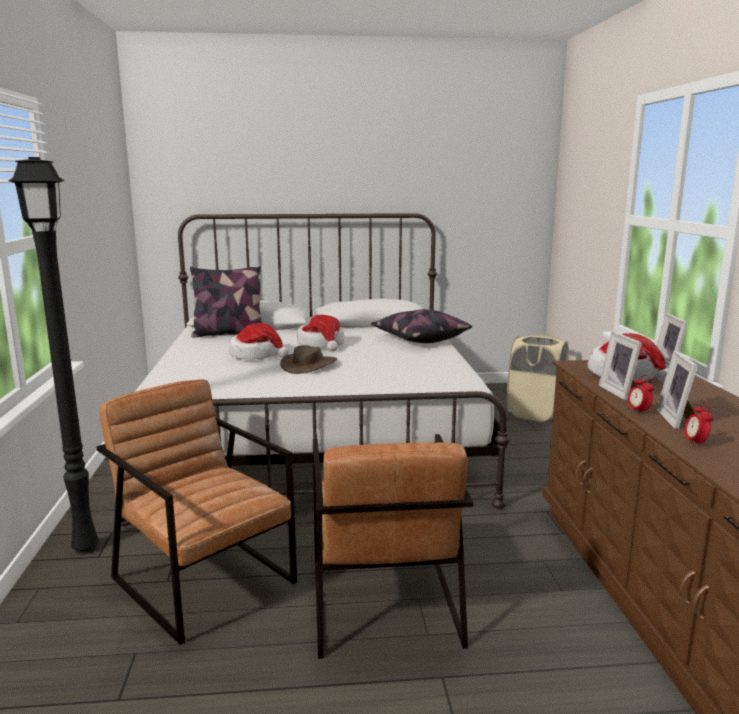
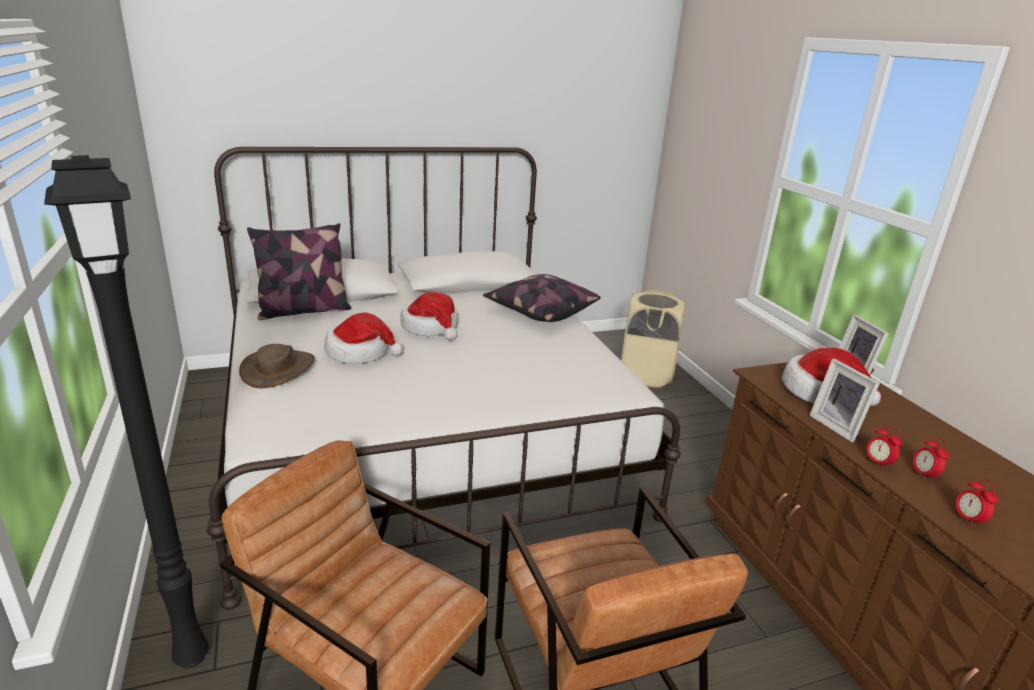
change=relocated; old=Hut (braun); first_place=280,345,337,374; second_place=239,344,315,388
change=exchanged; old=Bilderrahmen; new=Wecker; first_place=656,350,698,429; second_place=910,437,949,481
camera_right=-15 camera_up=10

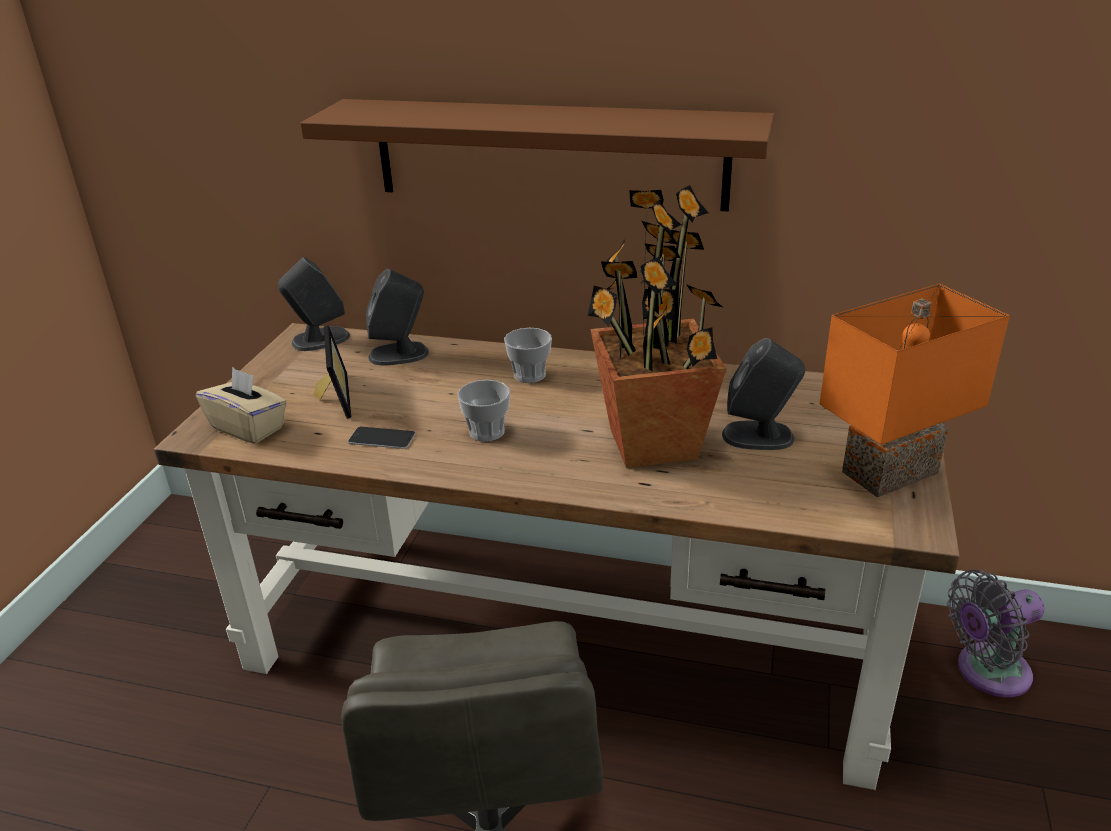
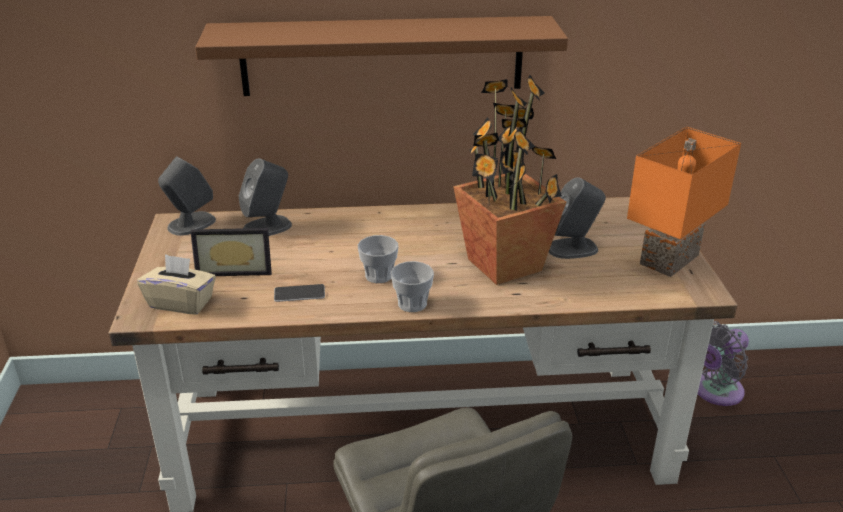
change=spun; old=Bilderrahmen; first_place=314,325,351,419; second_place=190,228,272,276; degrees=120
change=relocated; old=Tasse; first_place=504,328,552,383; second_place=391,261,434,312
camera_right=-20 camera_up=0

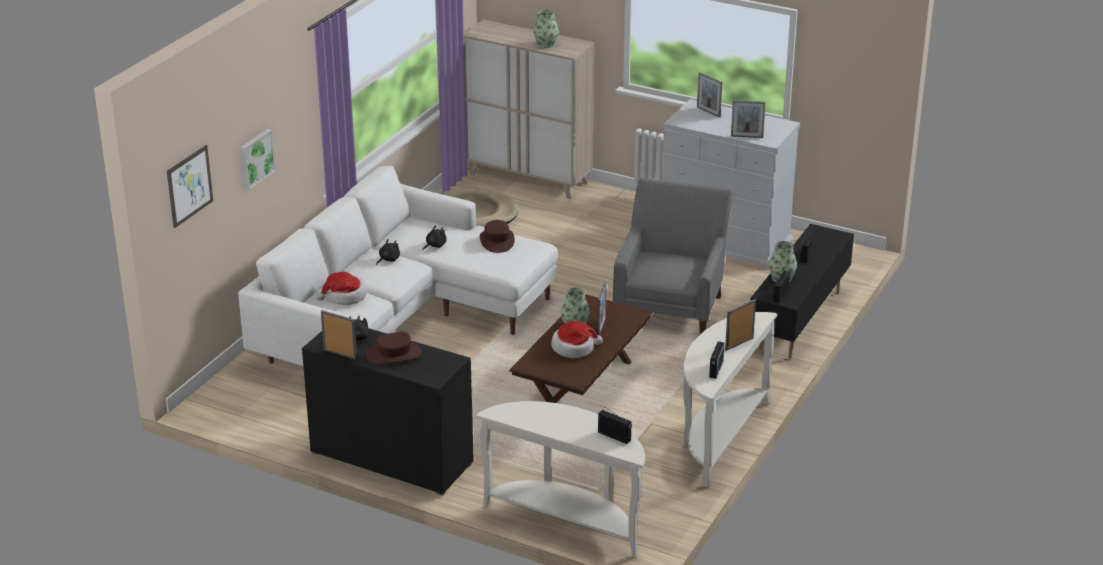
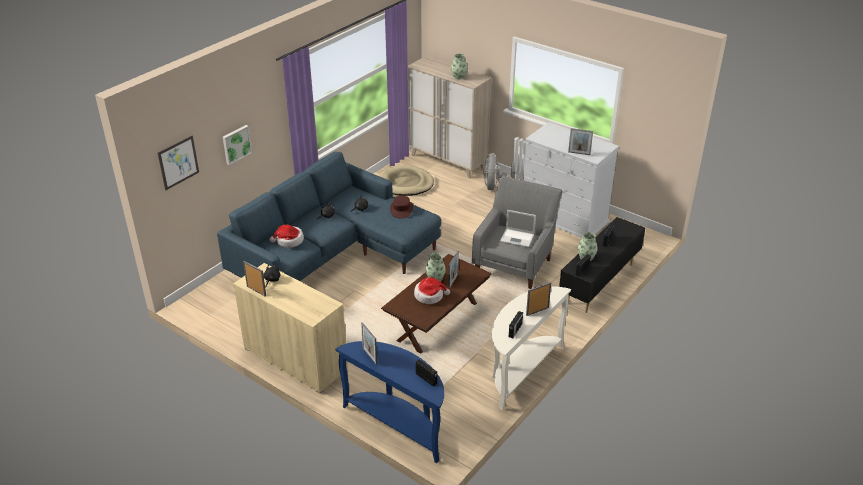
change=colour; old=Sofa (weiß); new=Sofa (blau); first_place=238,166,558,366; second_place=217,152,441,281
change=colour; old=Schrank (schwarz); new=Schrank (beige); first_place=302,328,474,496; second_place=233,263,348,394
change=missing; old=Hut (braun); first_place=367,332,422,364
change=colour; old=Konsolentisch (weiß); new=Konsolentisch (blau); first_place=476,401,645,558; second_place=336,341,444,463
change=relocated; old=Bilderrahmen; first_place=697,72,722,117; second_place=361,322,377,365
change=appeared; new=Ventilator (grau); second_place=483,153,515,190
change=appeared; new=Laptop; second_place=500,210,536,247
camera_right=10 camera_up=5

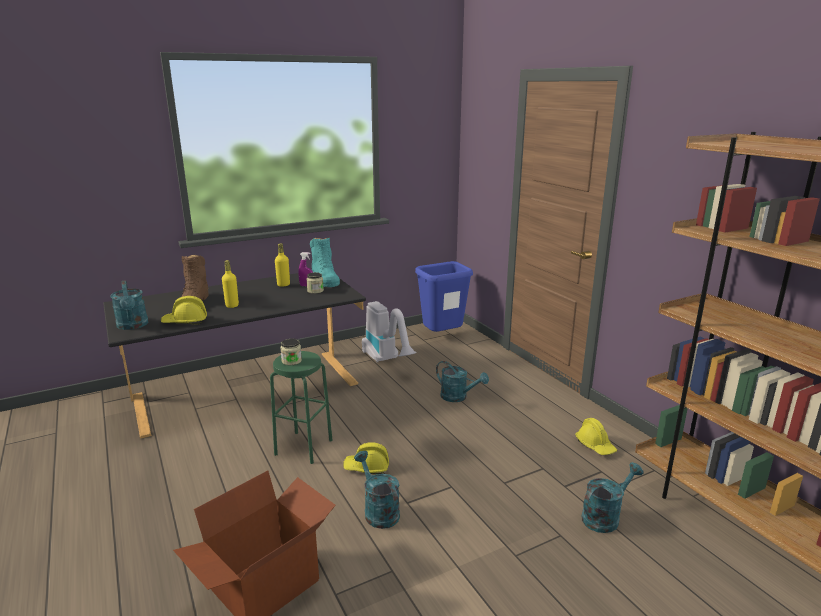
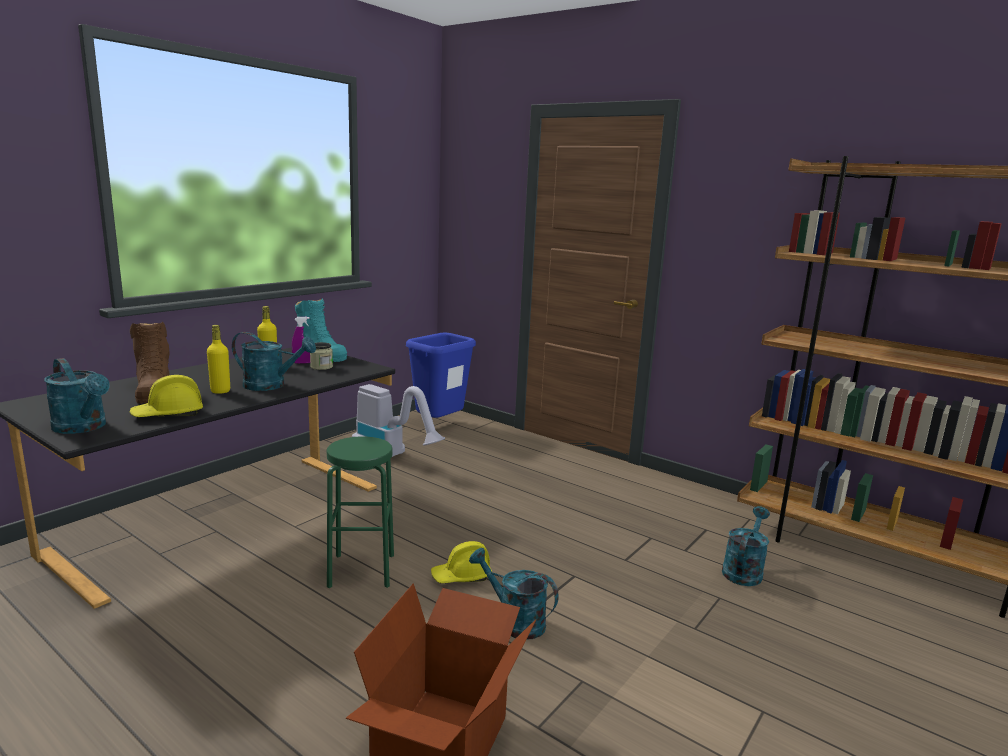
change=missing; old=Vorratsglas; first_place=280,338,302,365
change=relocated; old=Gießkanne (türkis); first_place=436,361,489,402; second_place=232,332,316,391
change=missing; old=Schutzhelm (gelb); first_place=575,418,617,455
camera_right=-25 camera_up=-5

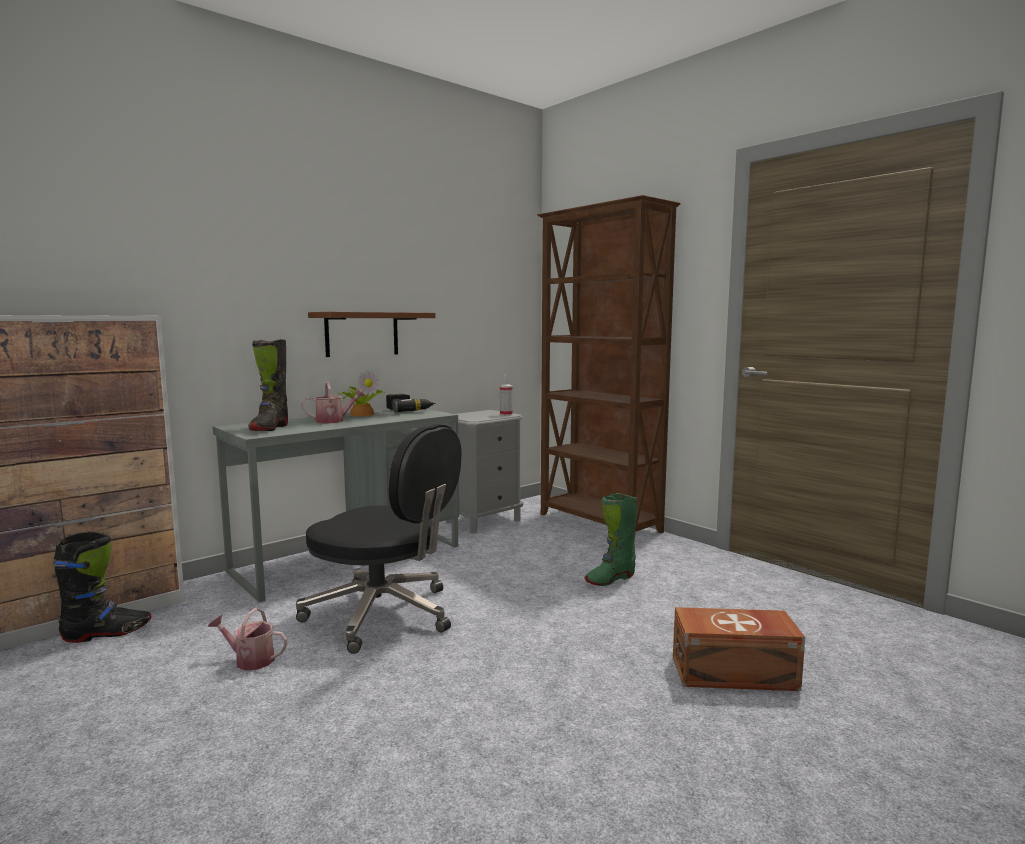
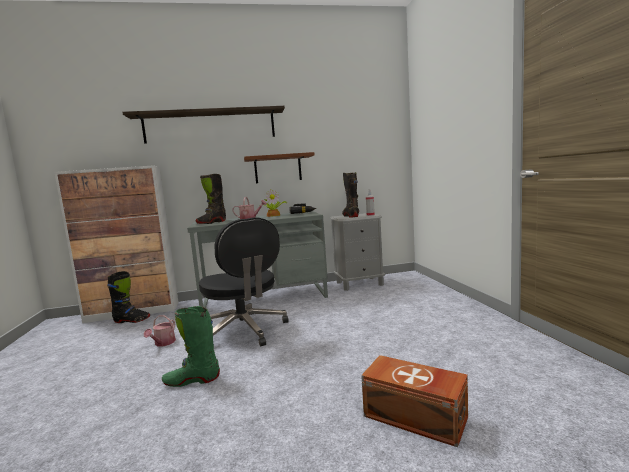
change=spun; old=Gießkanne; first_place=208,608,287,670; second_place=144,315,176,347; degrees=-120
change=missing; old=Bücherregal (braun); first_place=537,195,681,533
change=relocated; old=Stiefel (grün); first_place=585,493,637,586; second_place=162,306,220,387
change=appeared; new=Wandregal; second_place=122,106,285,144
change=appeared; new=Stiefel (schwarz); second_place=342,172,359,218
camera_right=30 camera_up=0

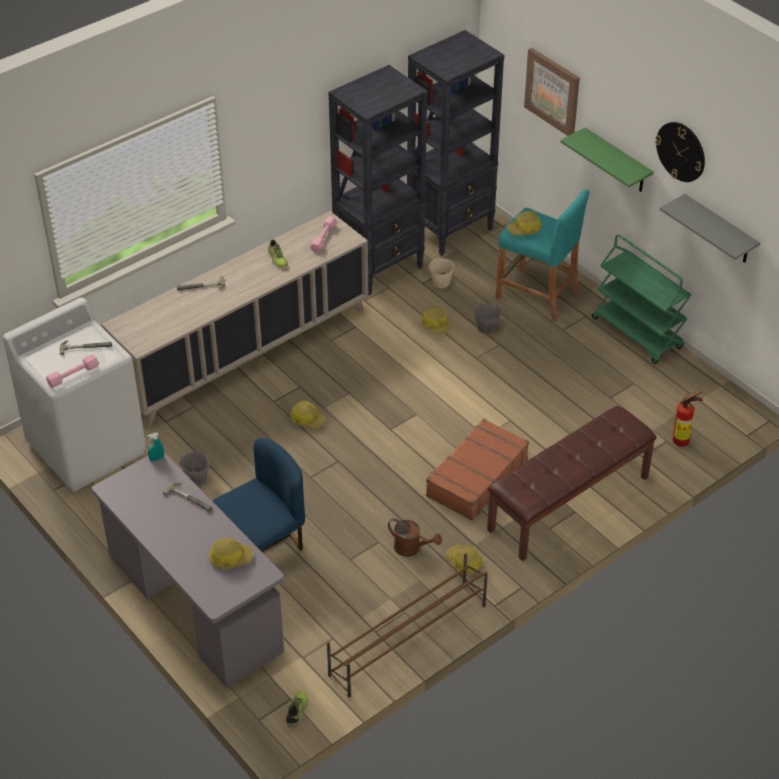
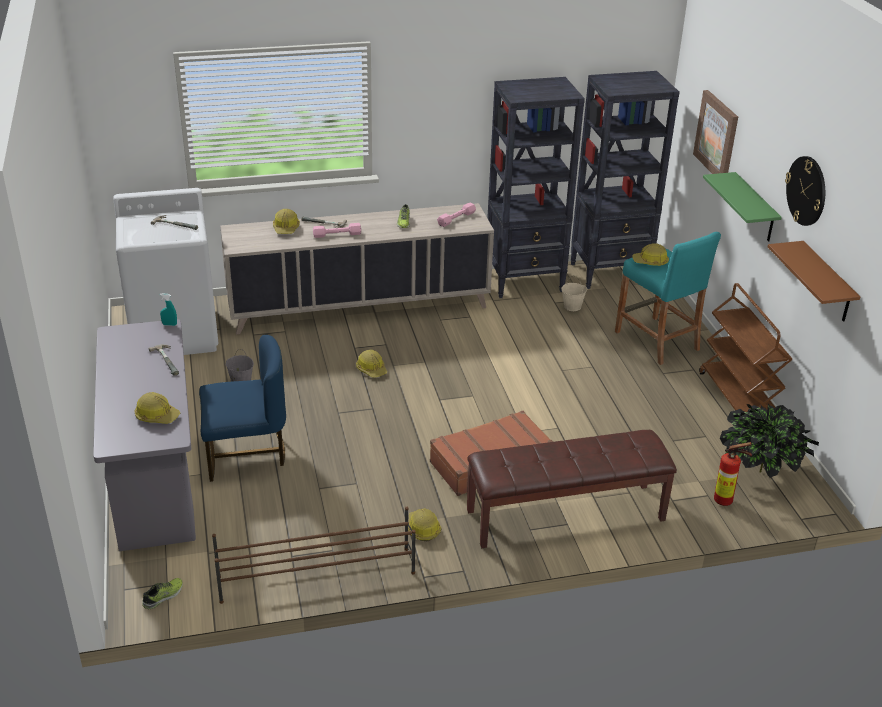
change=relocated; old=Hantel (rosa); first_place=46,354,99,388; second_place=313,223,361,238
change=missing; old=Gießkanne (braun); first_place=388,518,442,557
change=relocated; old=Schutzhelm; first_place=421,306,451,335; second_place=273,209,300,234
change=missing; old=Eimer (grau); first_place=474,299,501,334
change=colour; old=Rollwagen (grün); new=Rollwagen (braun); first_place=592,234,691,364; second_place=699,283,792,412
change=colour; old=Wandregal (grau); new=Wandregal (braun); first_place=660,194,760,263; second_place=768,241,860,322
change=appeared; new=Topfpflanze; second_place=720,403,819,478
camera_right=25 camera_up=-10

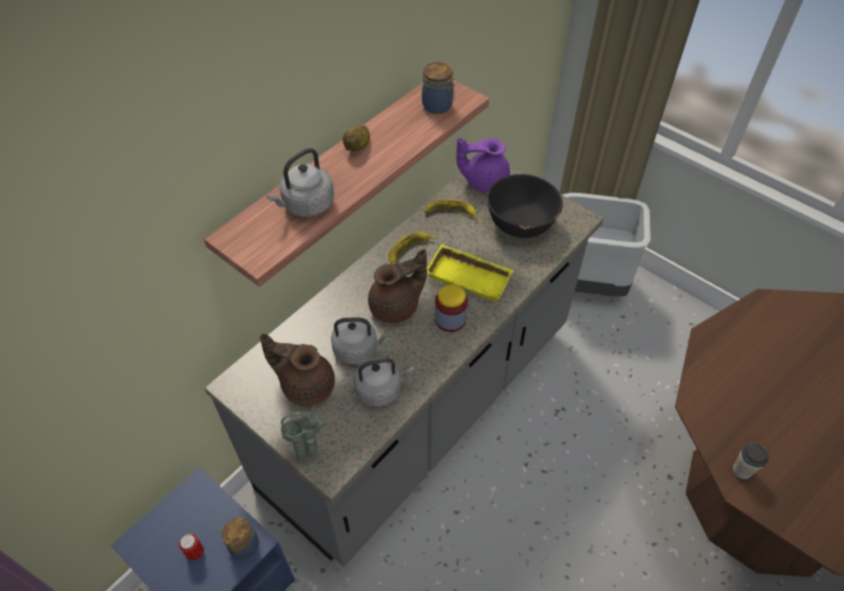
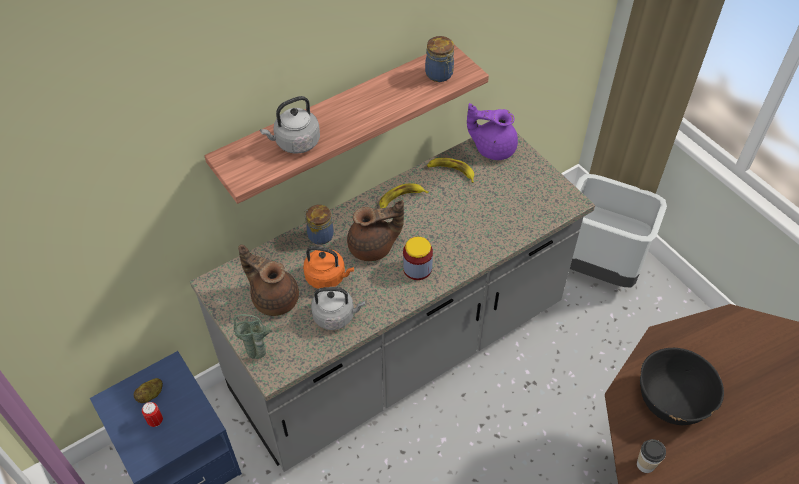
change=relocated; old=Vorratsglas; first_place=219,518,259,559; second_place=304,205,334,245
change=colour; old=Wasserkessel (grau); new=Wasserkessel (orange); first_place=331,318,390,364; second_place=303,246,354,289
change=relocated; old=Kartoffel; first_place=343,125,370,151; second_place=134,378,163,403
change=missing; old=Tablett (gelb); first_place=427,244,514,302
change=relocated; old=Schüssel (schwarz); first_place=487,174,563,238; second_place=640,348,724,425
camera_right=15 camera_up=0

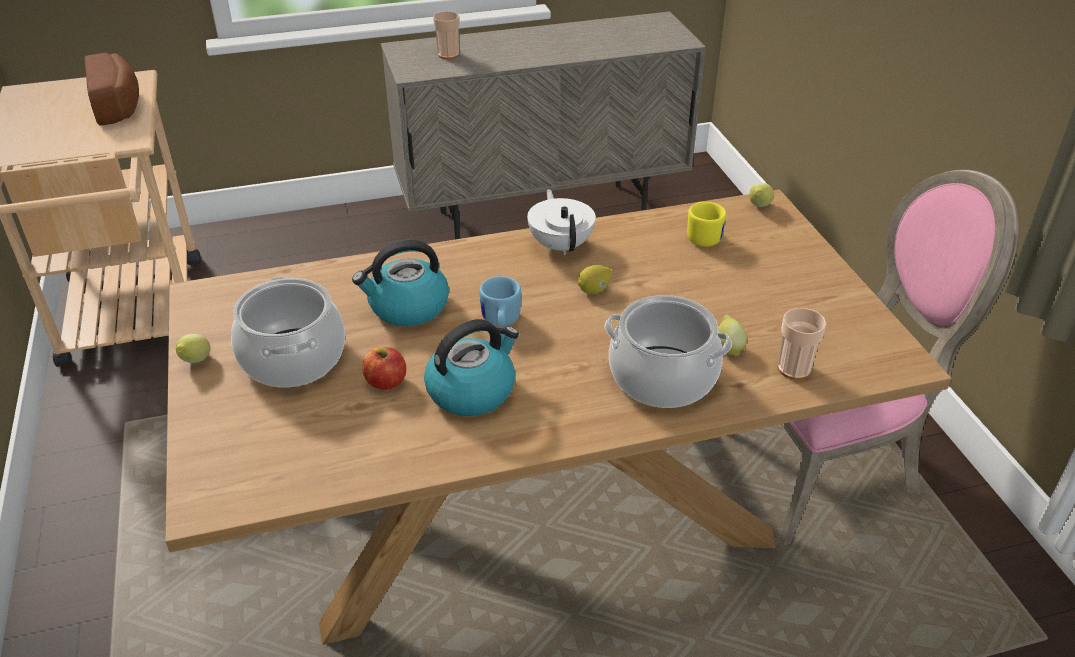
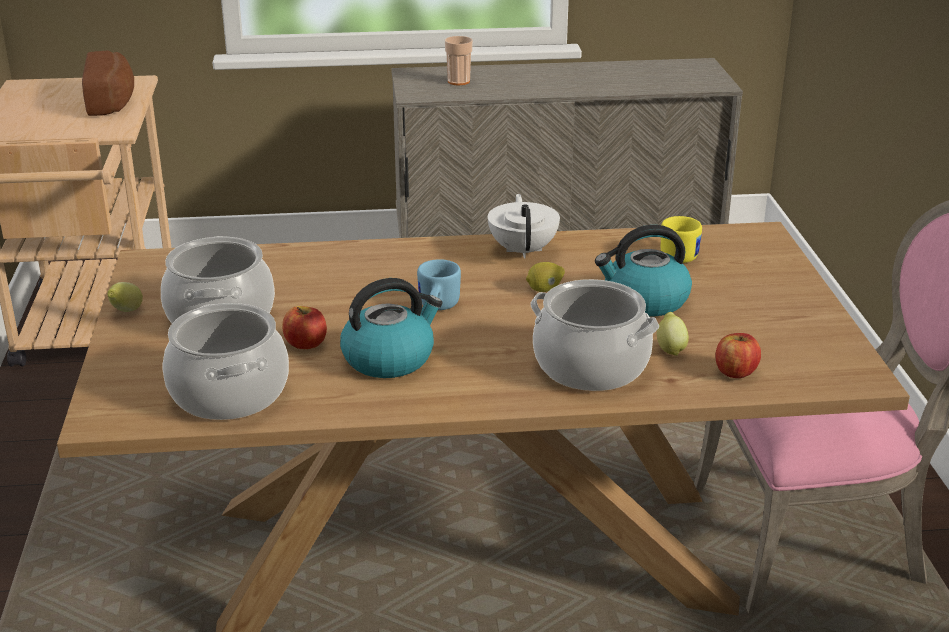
change=relocated; old=Wasserkessel; first_place=352,240,449,326; second_place=595,225,692,316
change=missing; old=Zitrone; first_place=749,183,774,207
change=exchanged; old=Tasse; new=Apfel; first_place=777,308,826,380; second_place=715,333,761,378
change=appeared; new=Kochtopf; second_place=163,303,289,420
camera_right=10 camera_up=-10

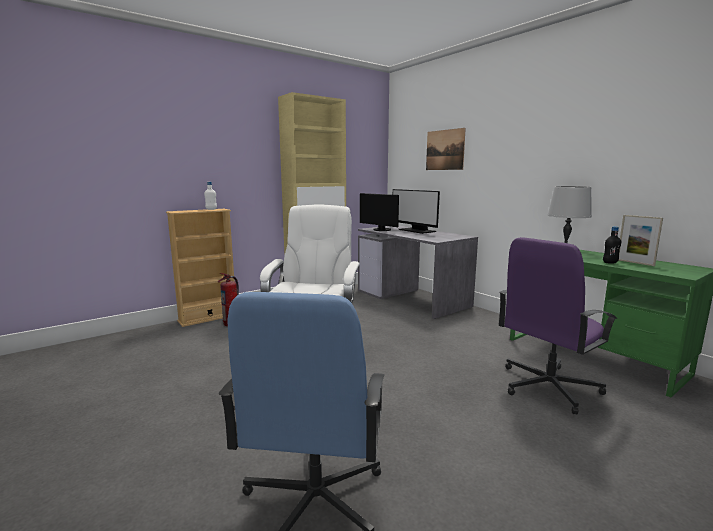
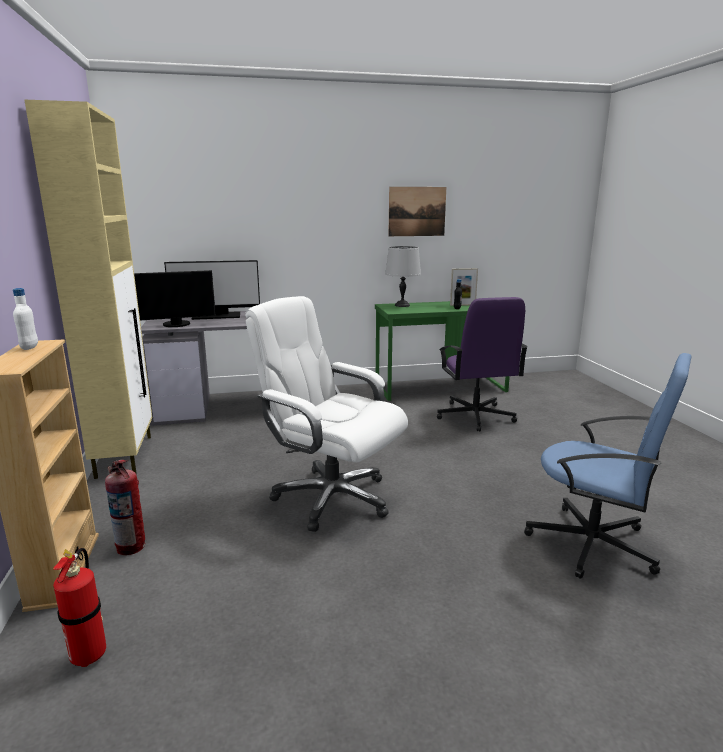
change=relocated; old=Bild; first_place=426,128,466,170; second_place=388,187,446,236
change=appeared; new=Feuerlöscher; second_place=53,548,106,667
camera_right=-65 camera_up=5

